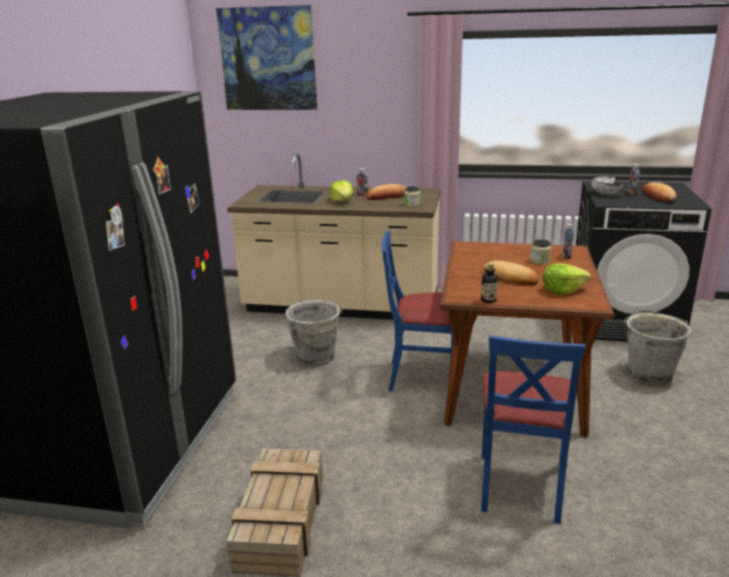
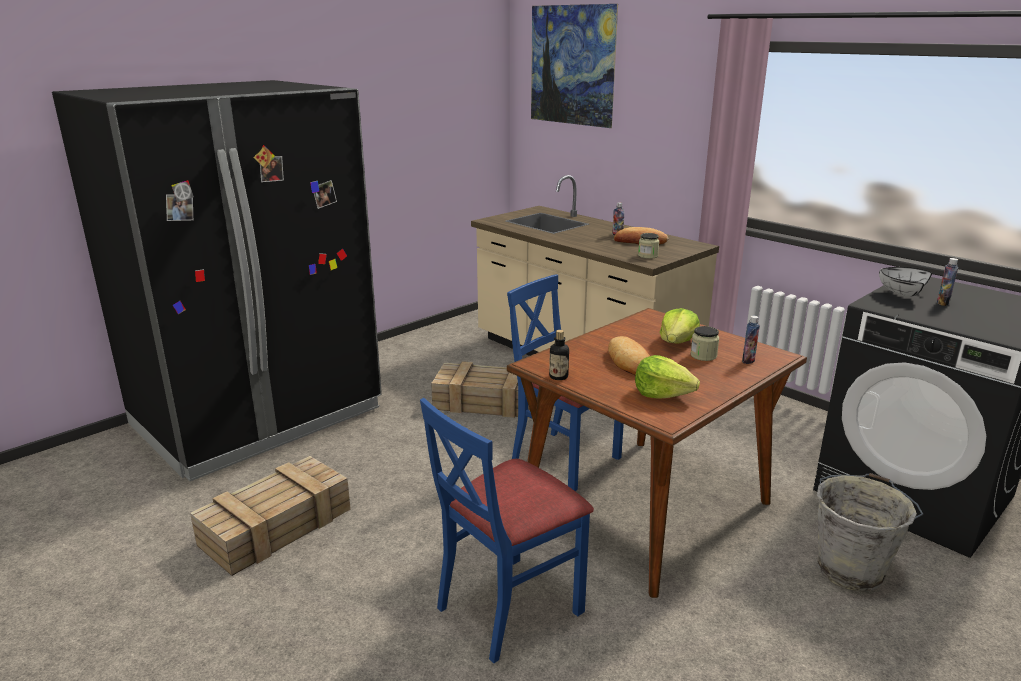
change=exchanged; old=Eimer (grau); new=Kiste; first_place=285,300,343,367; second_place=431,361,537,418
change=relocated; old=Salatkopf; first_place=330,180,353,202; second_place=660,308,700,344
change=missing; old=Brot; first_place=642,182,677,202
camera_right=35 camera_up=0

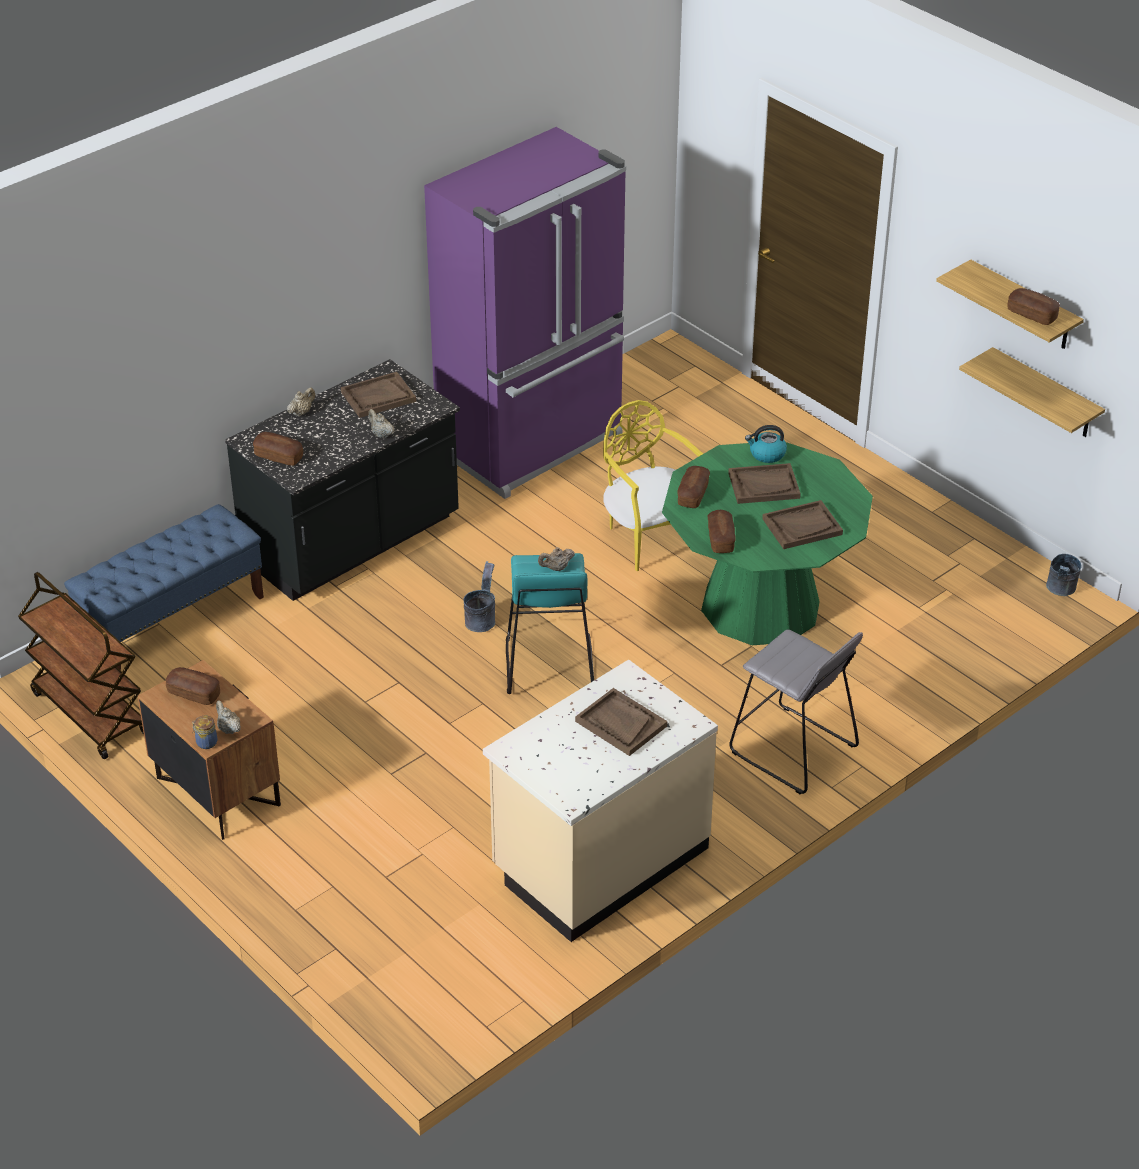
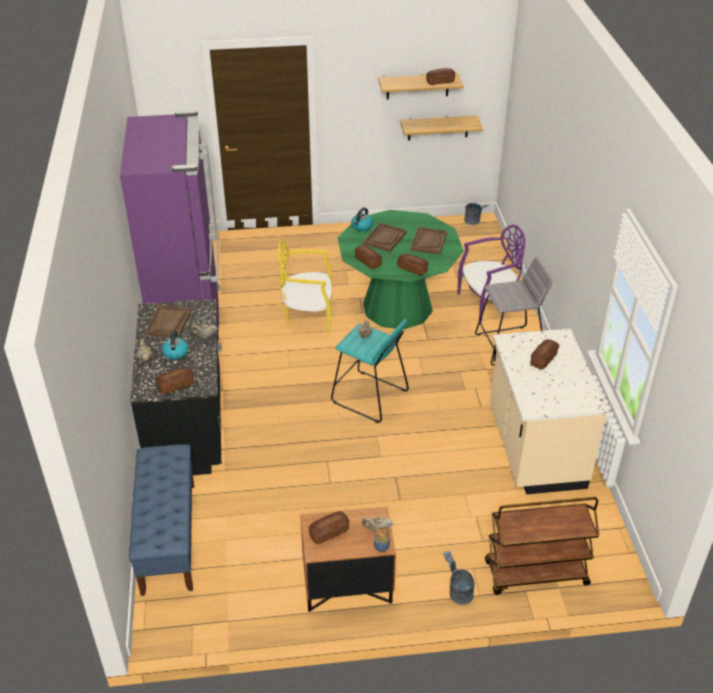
change=relocated; old=Rollwagen (braun); first_place=18,572,144,759; second_place=485,497,599,595
change=relocated; old=Eimer (grau); first_place=463,561,495,632; second_place=443,551,475,605
change=exchanged; old=Tablett (braun); new=Brot; first_place=575,688,668,756; second_place=530,339,559,369
change=appeared; new=Wasserkessel; second_place=162,331,189,360
change=appeared; new=Stuhl (lila); second_place=458,225,525,322
camera_right=-55 camera_up=0

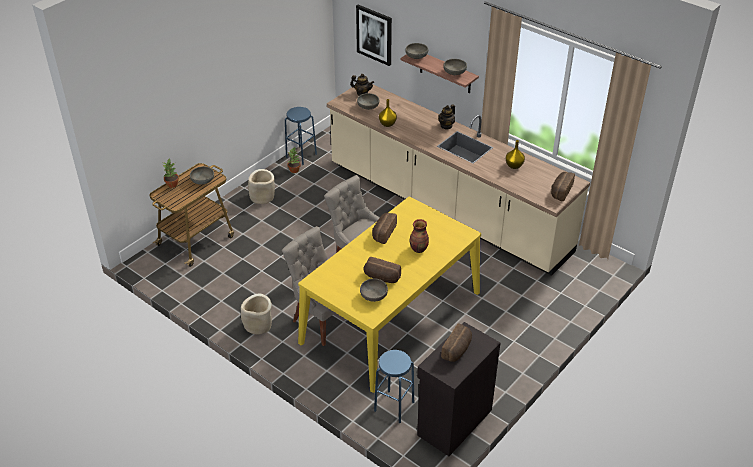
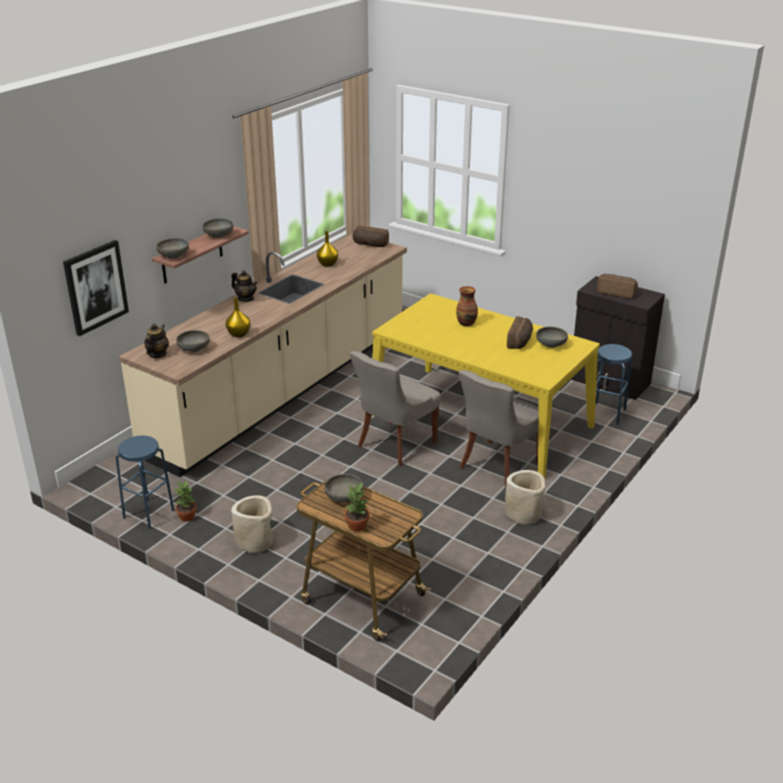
change=missing; old=Brot; first_place=372,213,397,244
camera_right=-95 camera_up=-10

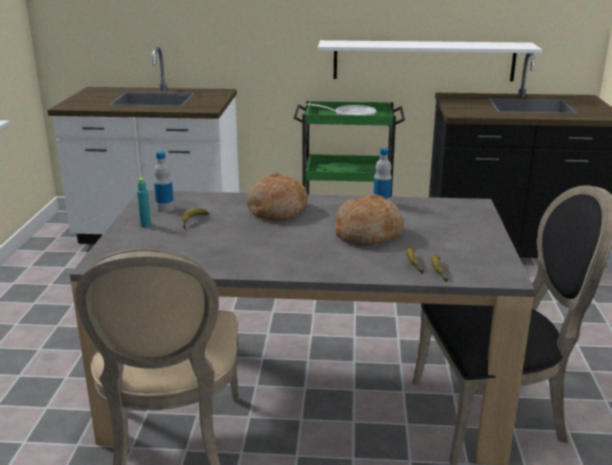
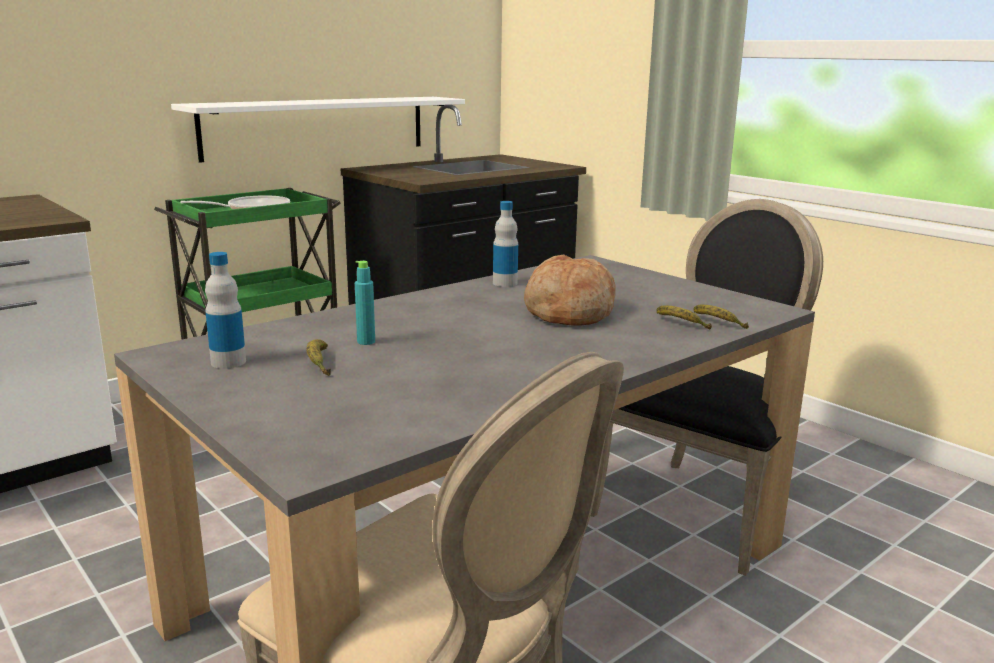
change=relocated; old=Flasche (türkis); first_place=137,177,151,227; second_place=355,261,375,345
change=missing; old=Brot; first_place=247,173,308,220
camera_right=-45 camera_up=-5

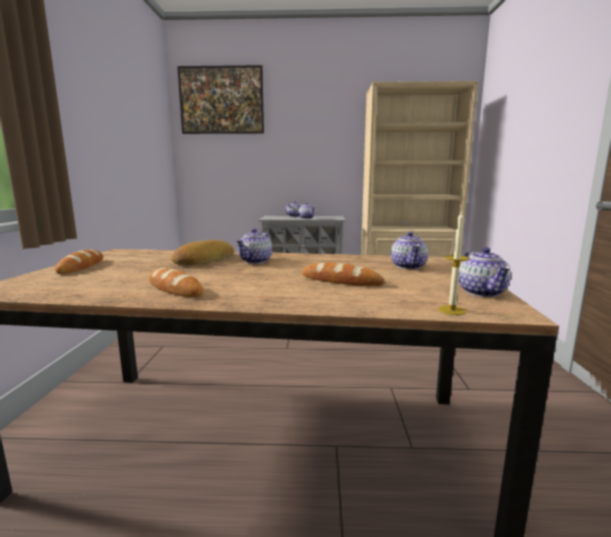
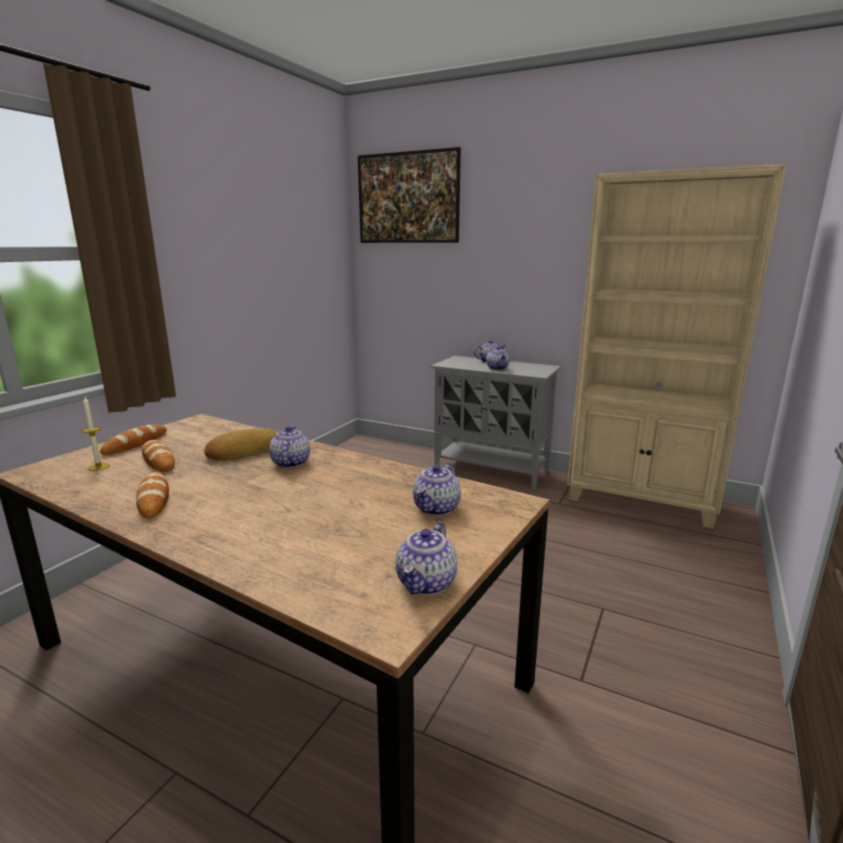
change=spun; old=Teekanne; first_place=236,228,272,264; second_place=269,426,310,468; degrees=120
change=relocated; old=Brot; first_place=302,262,385,286; second_place=142,440,175,472
change=relocated; old=Kerze; first_place=438,210,469,315; second_place=81,397,110,471
camera_right=25 camera_up=5

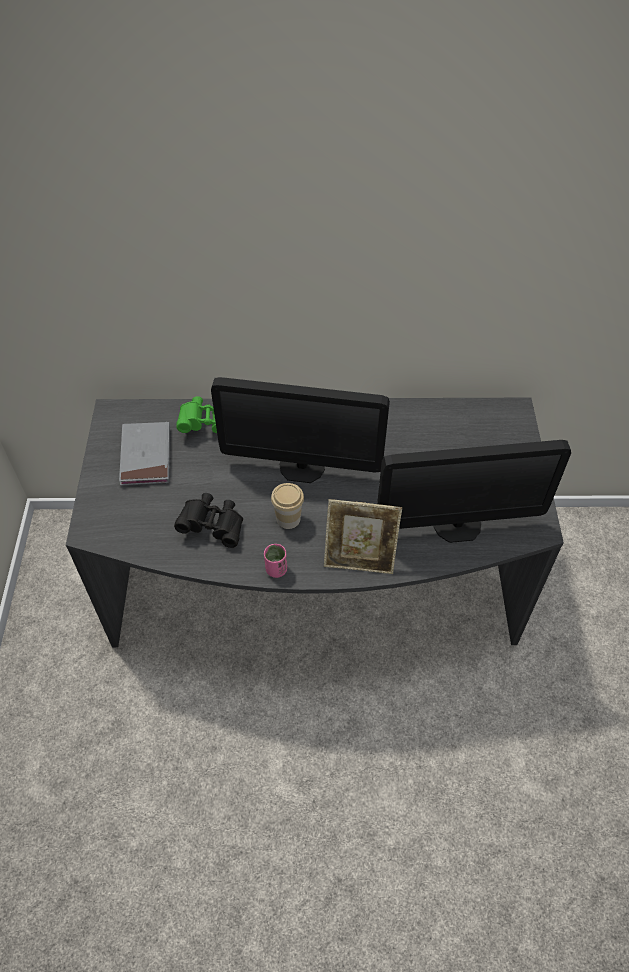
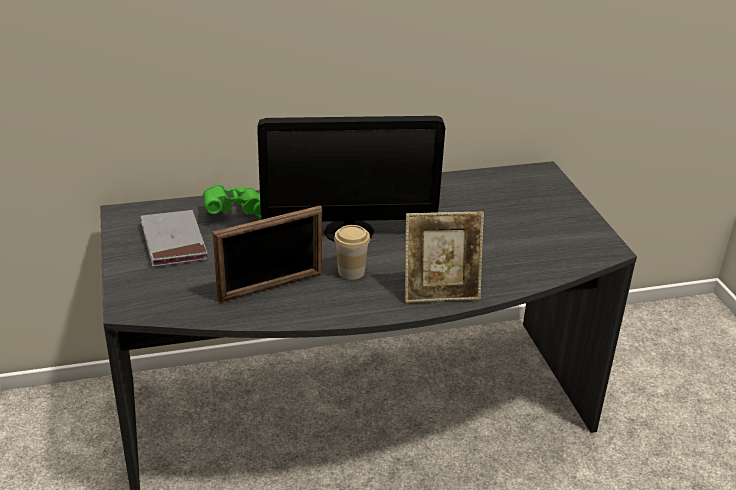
change=exchanged; old=Fernglas (schwarz); new=Bilderrahmen; first_place=174,493,243,548; second_place=213,206,322,303
change=missing; old=Tasse (rosa); first_place=264,544,287,578
change=missing; old=Monitor; first_place=377,440,571,543
camera_right=-15 camera_up=-20

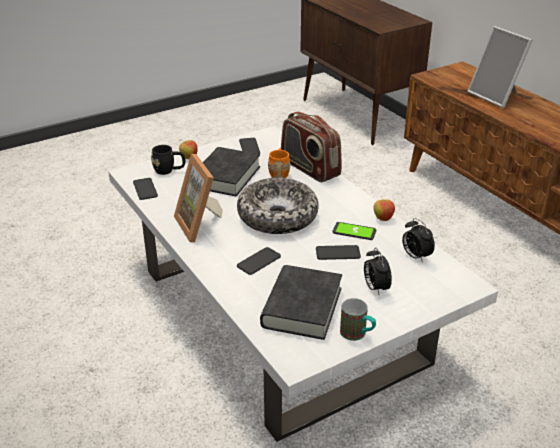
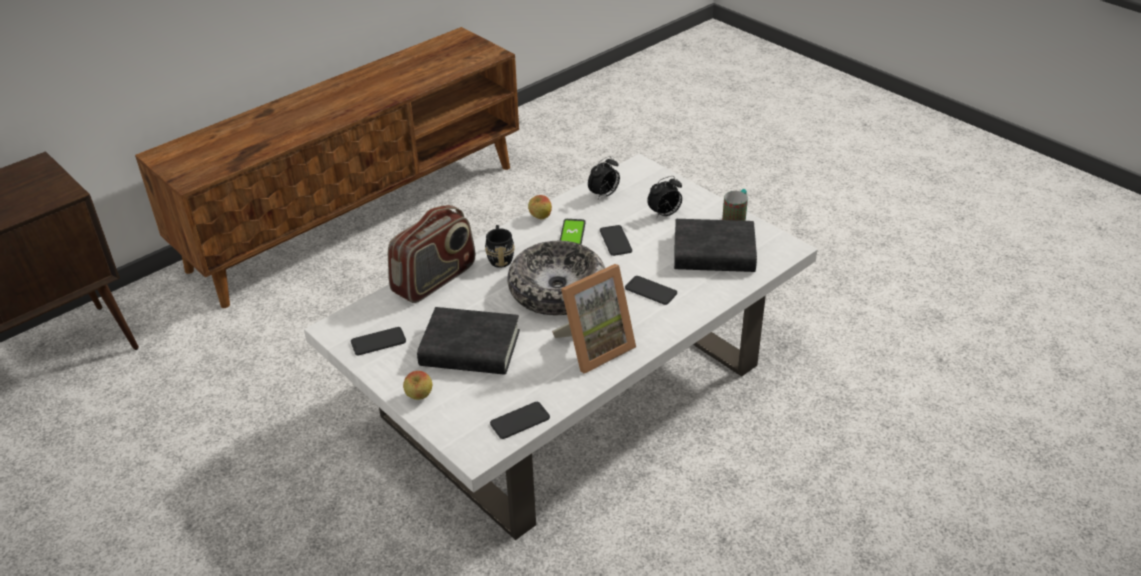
change=relocated; old=Henkelbecher (schwarz); first_place=151,145,186,175; second_place=485,225,515,268
change=missing; old=Henkelbecher (orange); first_place=268,148,291,178
change=missing; old=Bilderrahmen; first_place=467,26,533,108
camera_right=-100 camera_up=5

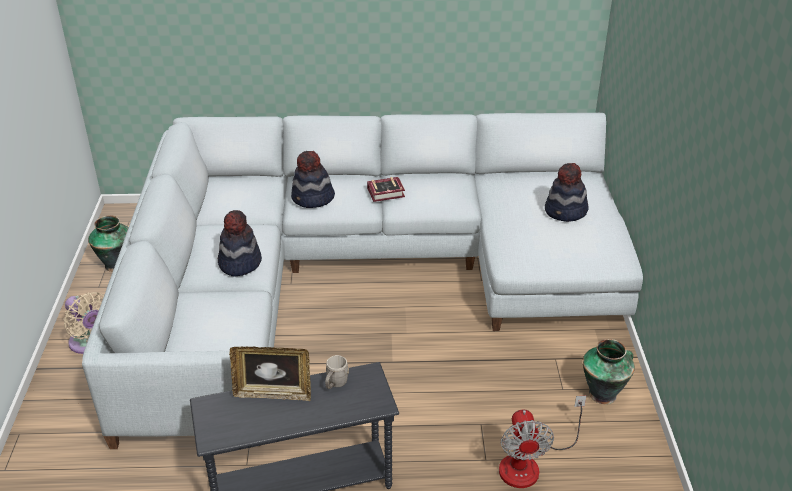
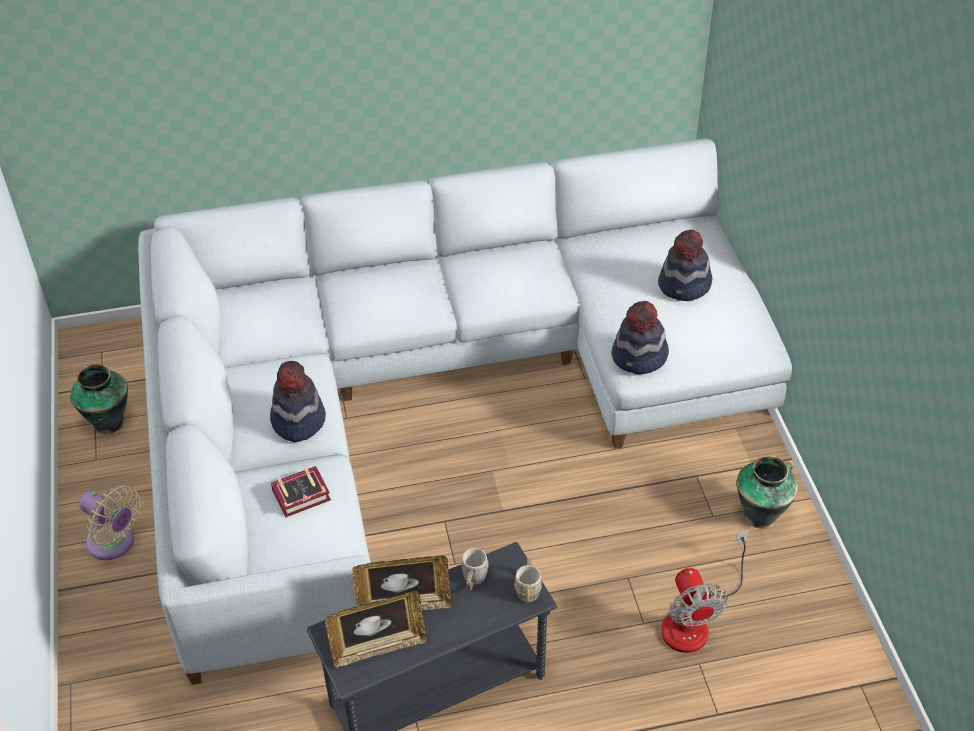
change=relocated; old=Hut; first_place=291,151,335,208; second_place=612,301,669,375
change=relocated; old=Buch; first_place=367,177,405,202; second_place=271,466,331,517
change=appeared; new=Bilderrahmen; second_place=325,591,427,668
change=appeared; new=Henkelbecher (grau); second_place=514,558,542,603
camera_right=-10 camera_up=10

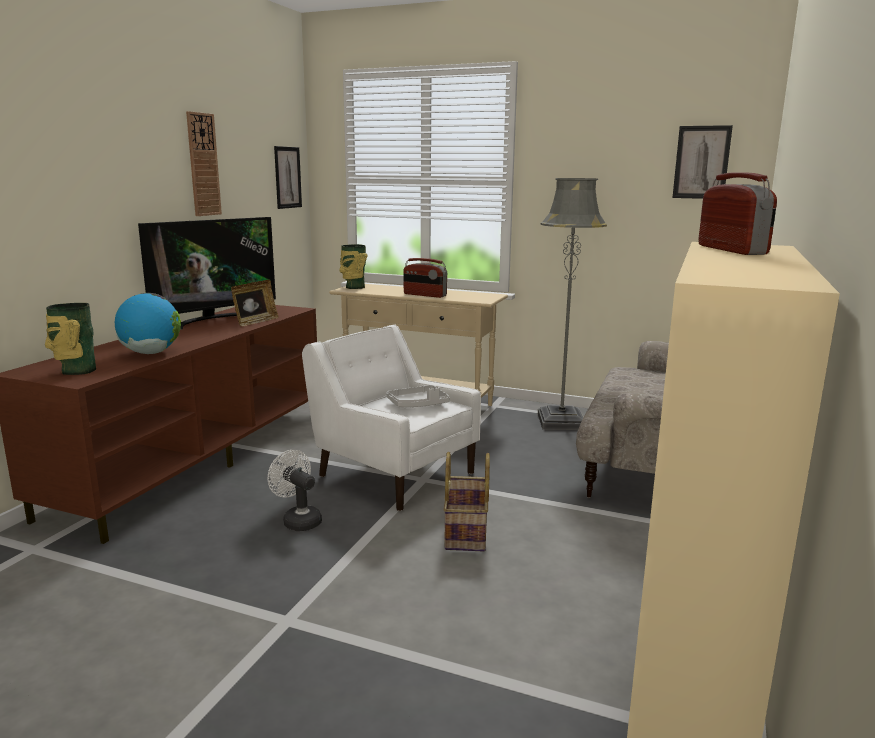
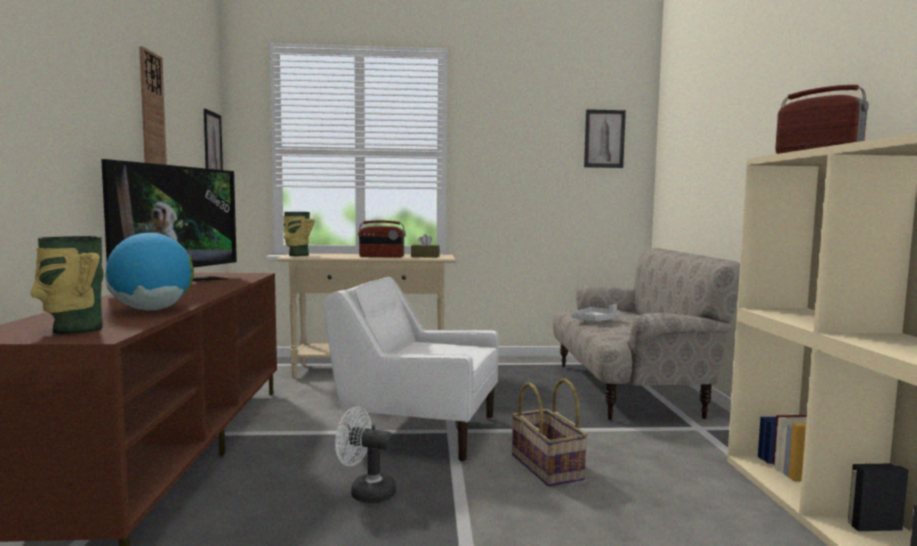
change=missing; old=Bilderrahmen; first_place=231,280,279,326
change=relocated; old=Tablett (grau); first_place=387,385,449,407; second_place=571,304,620,322
change=missing; old=Stehlampe (grau); first_place=538,178,607,430
change=appeared; new=Taschentuchbox (braun); second_place=411,234,440,258
camera_right=-25 camera_up=-10

